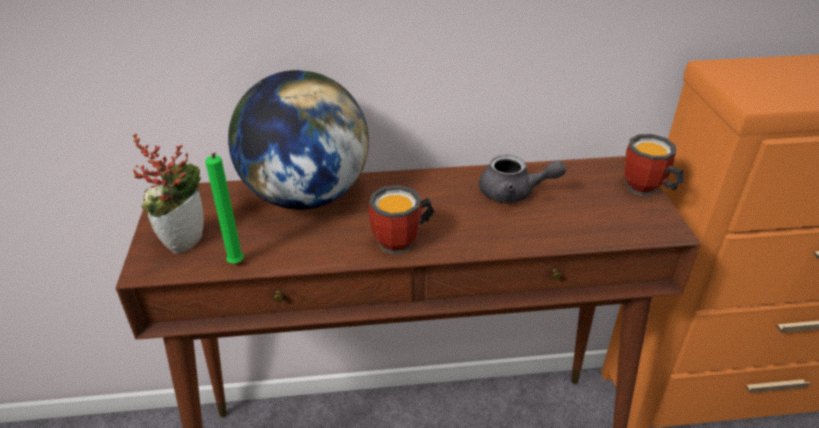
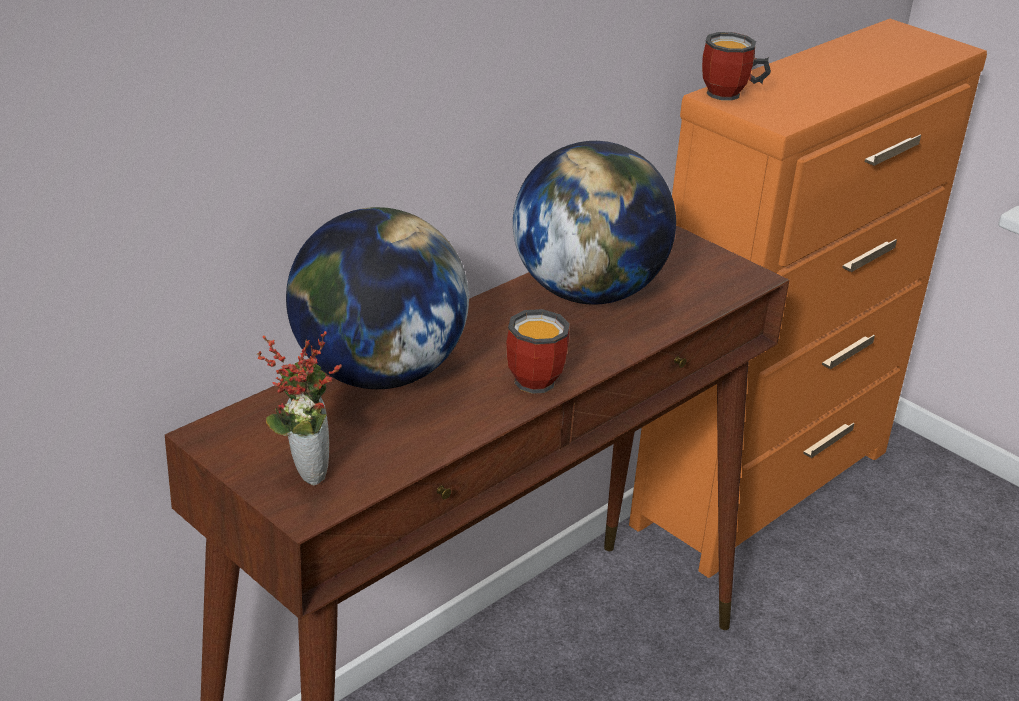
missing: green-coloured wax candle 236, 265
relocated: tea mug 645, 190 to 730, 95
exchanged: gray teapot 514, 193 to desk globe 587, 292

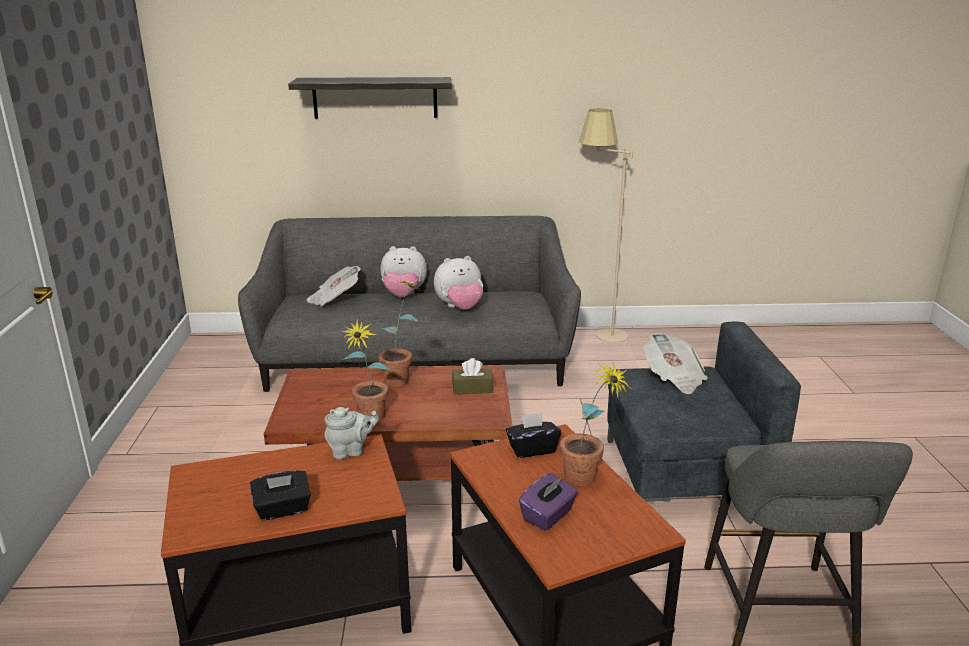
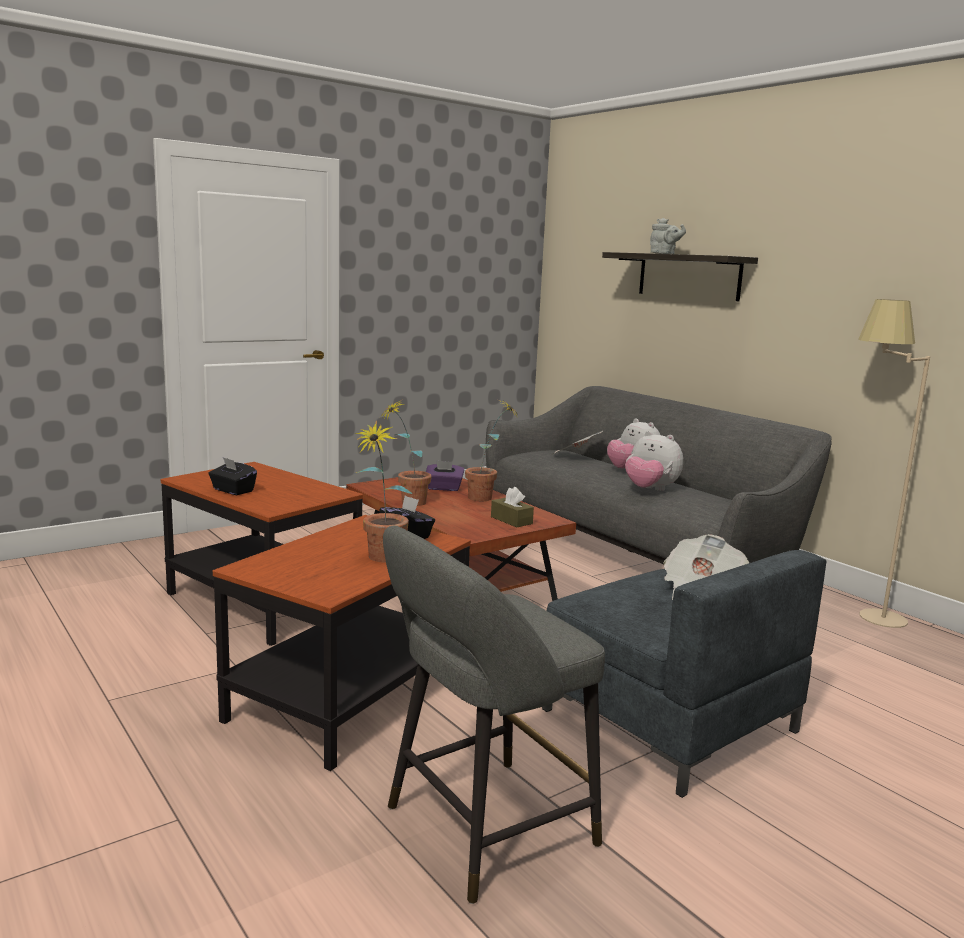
relocated: purplish tissue box 548, 515 to 444, 488; gray teapot 351, 451 to 664, 253

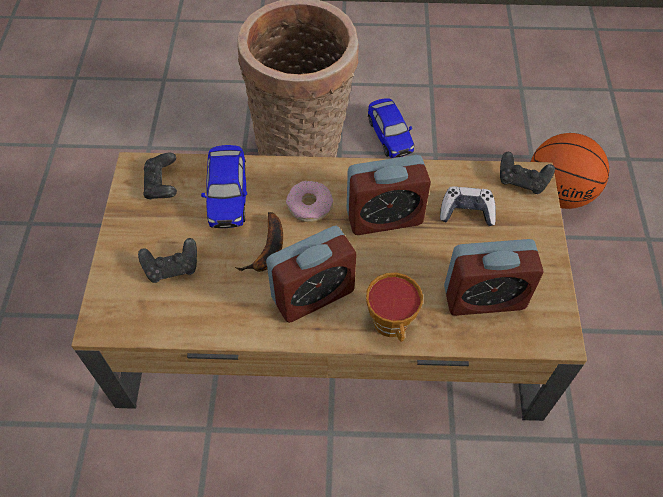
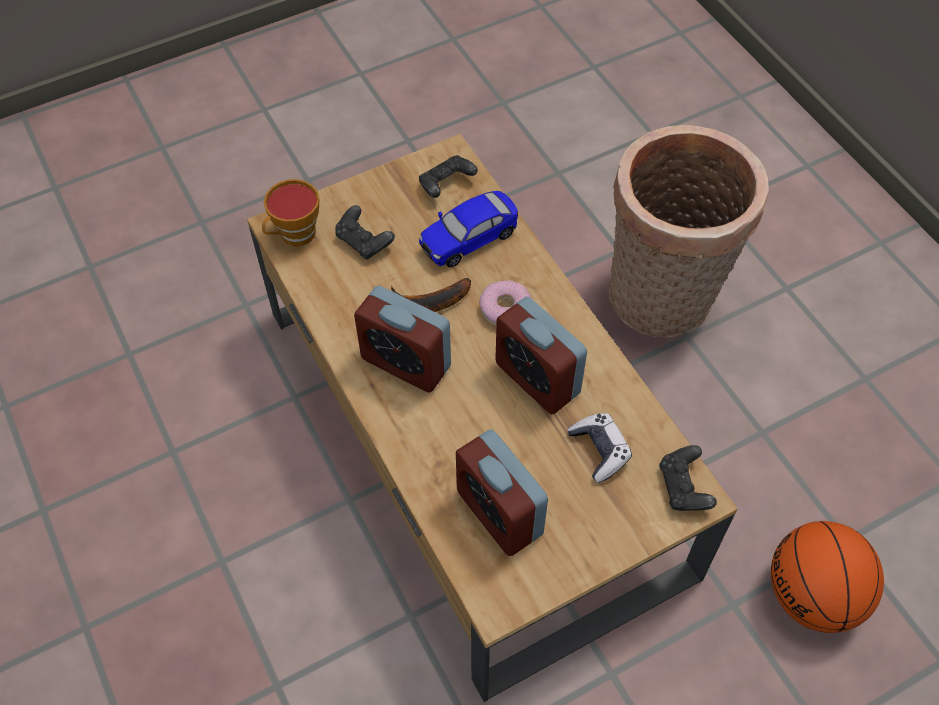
missing: miniature car 390, 136
relocated: cup 392, 325 to 295, 236

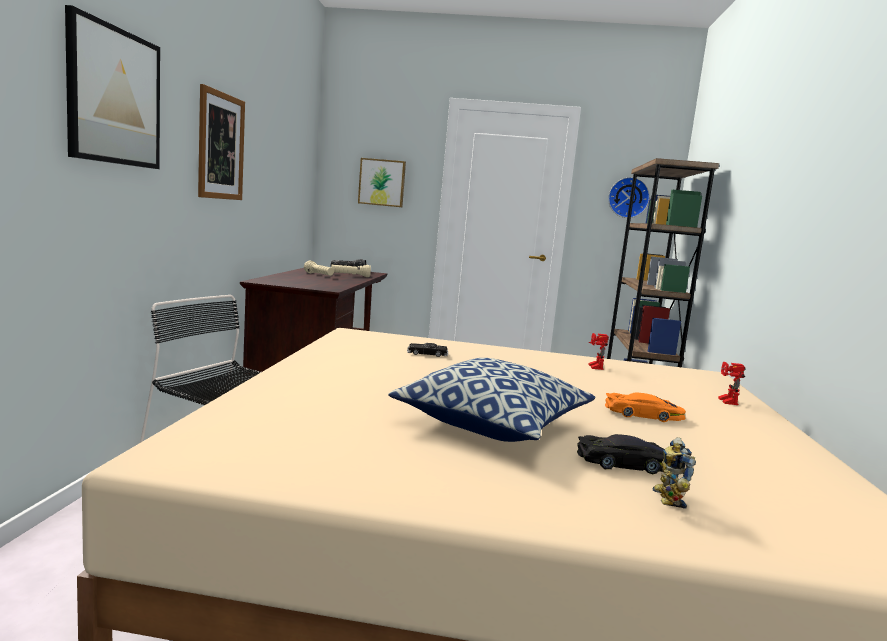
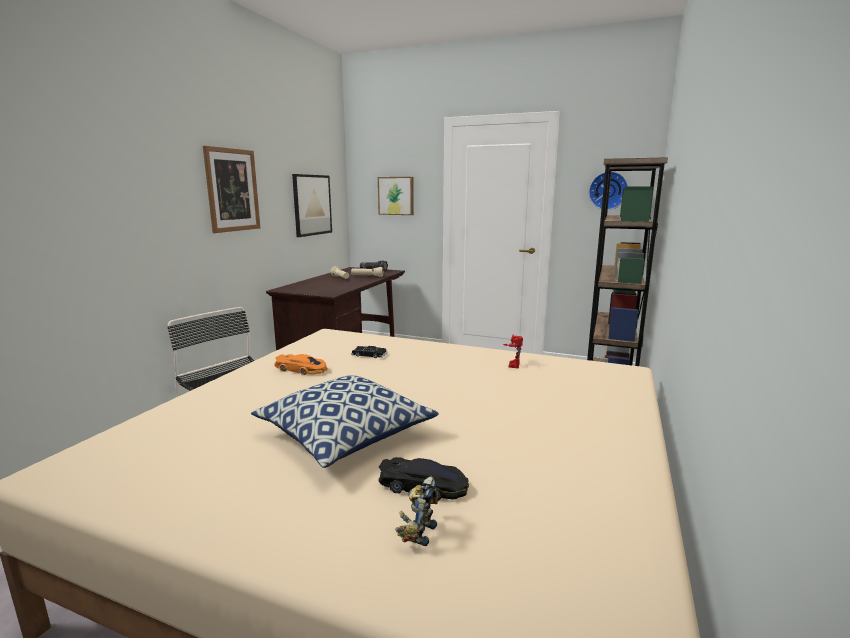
missing: model robot 724, 400
relocated: orange miniature car 643, 414 to 301, 369; wall art 114, 97 to 312, 205

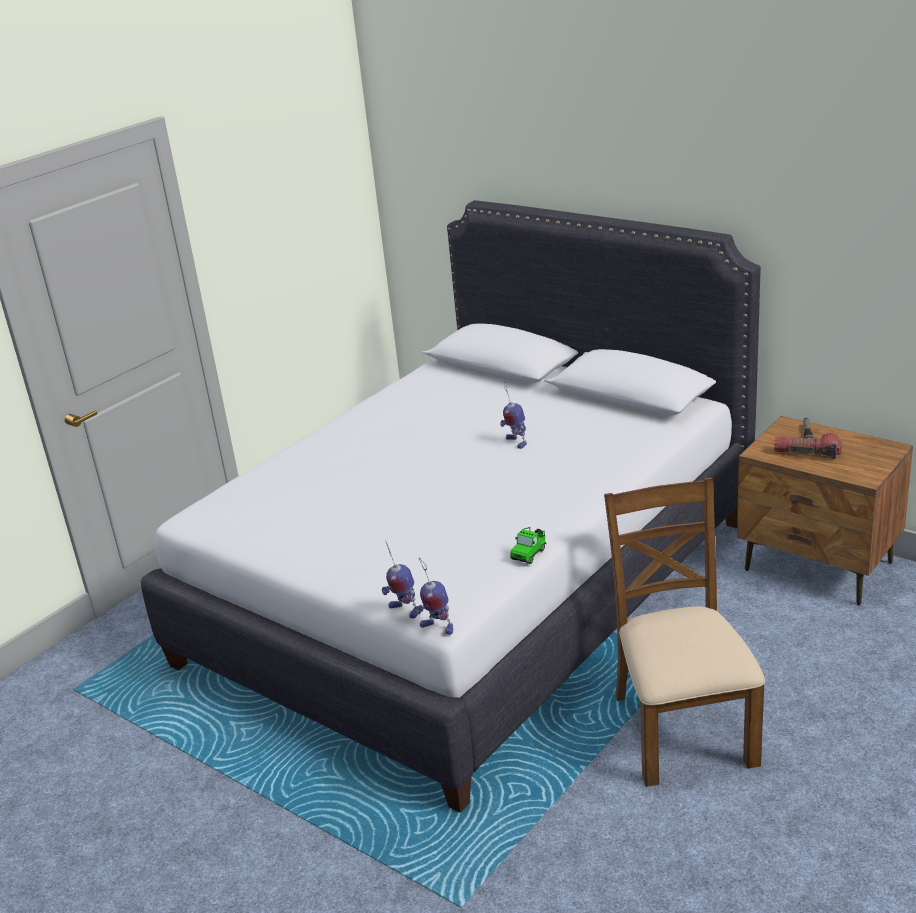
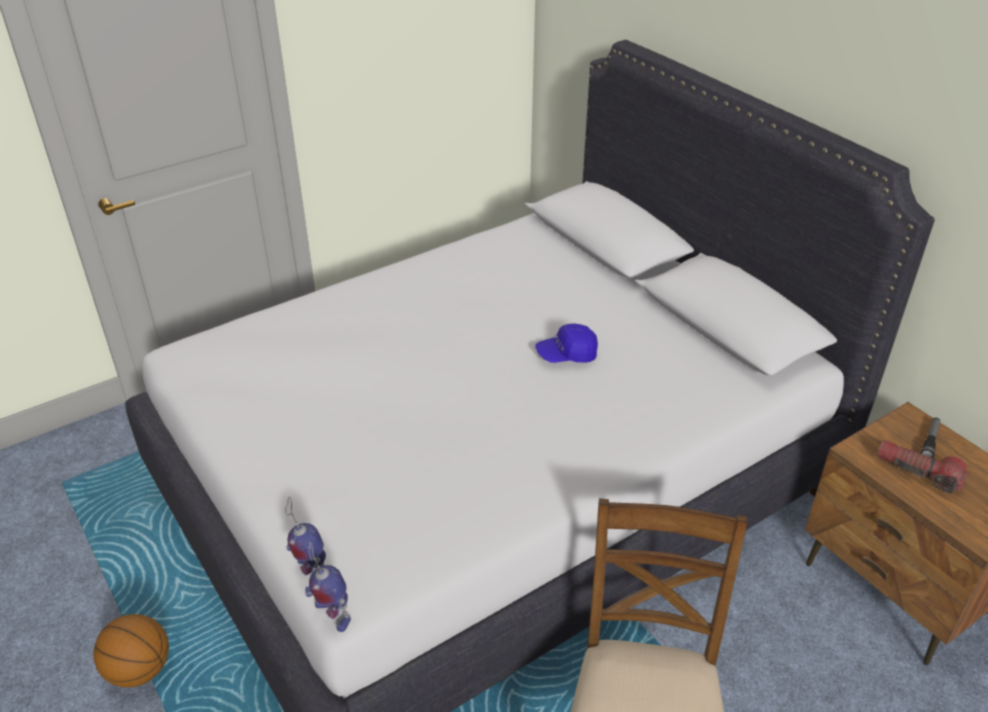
missing: miniature car 529, 553
appeared: basketball ball 139, 670
exchanged: model robot 515, 442 to blue peaked cap 566, 355

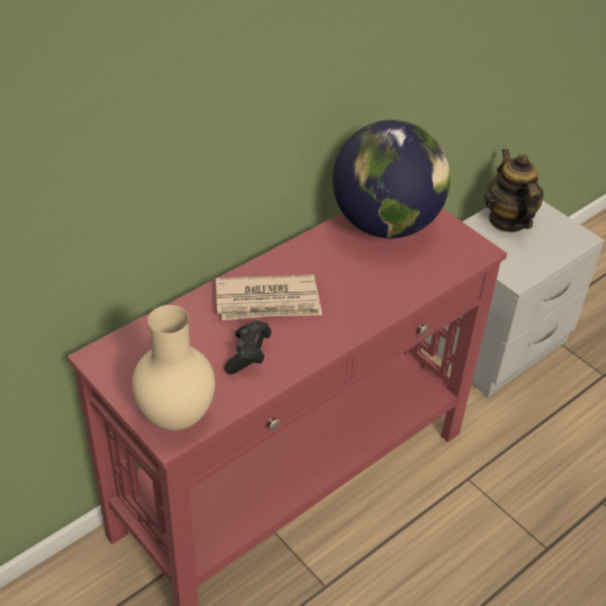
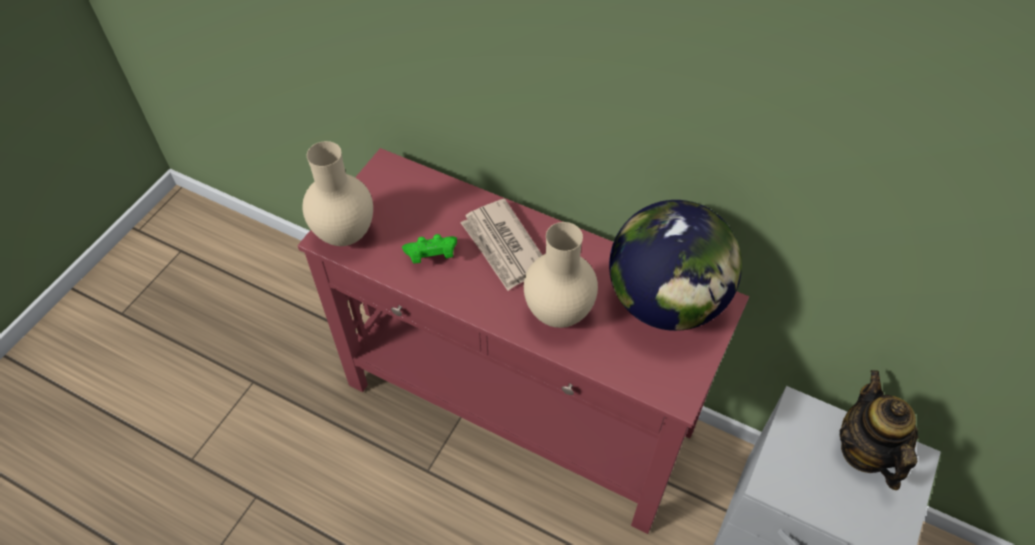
appeared: sand-coloured decorative vase 560, 312
colour: black joypad 248, 356 to green-coloured joypad 431, 256
spun: teapot 508, 220 = 865, 450 60 degrees counterclockwise

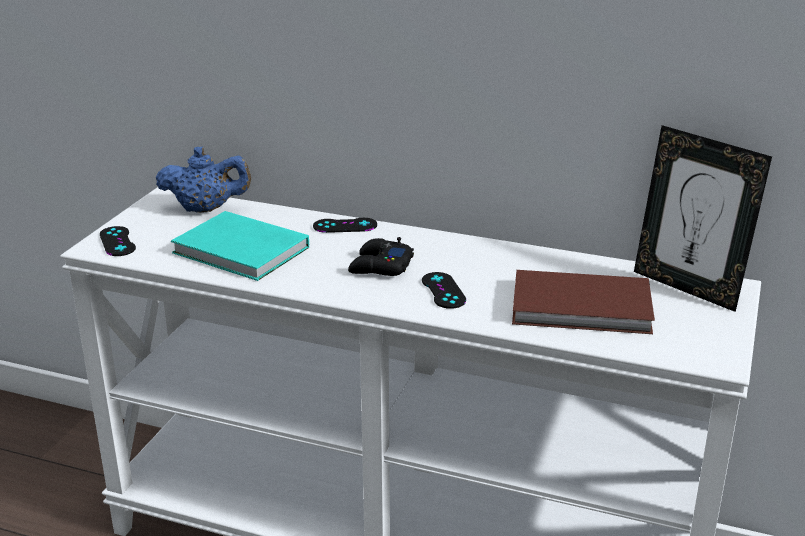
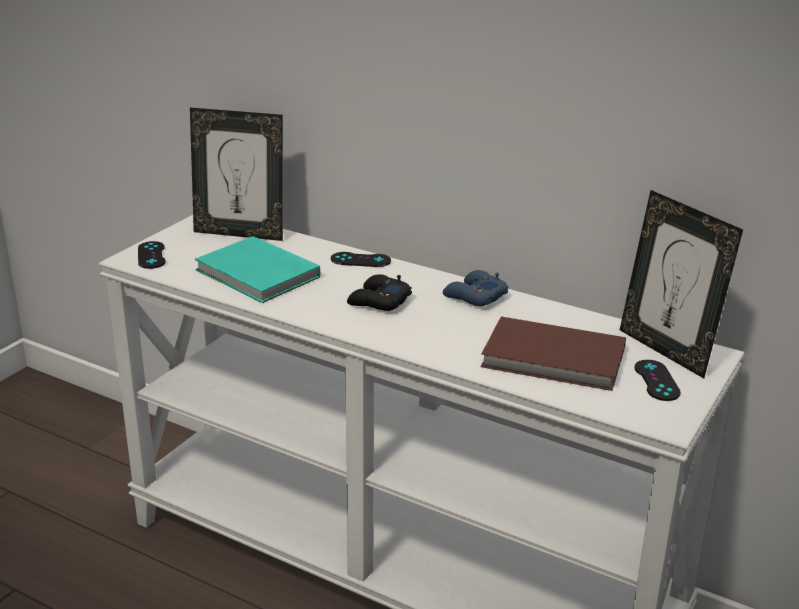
appeared: blue joypad 474, 296
relocated: black joypad 443, 290 to 656, 380
exchanged: blue teapot 206, 209 to photo frame 240, 233

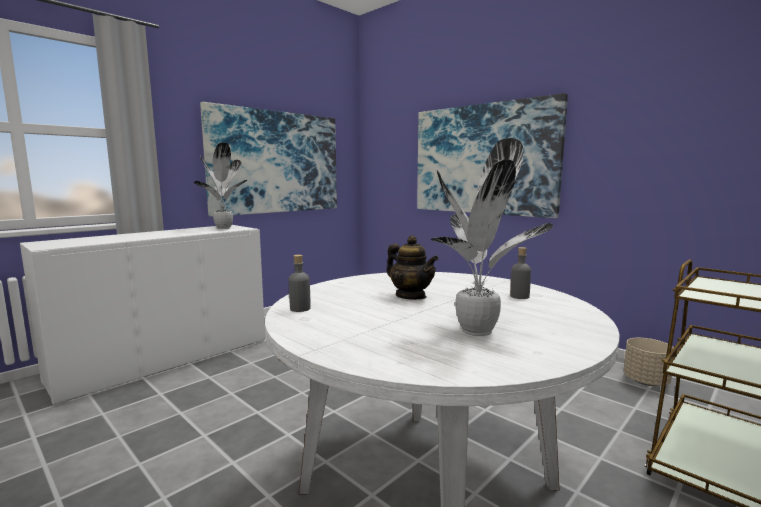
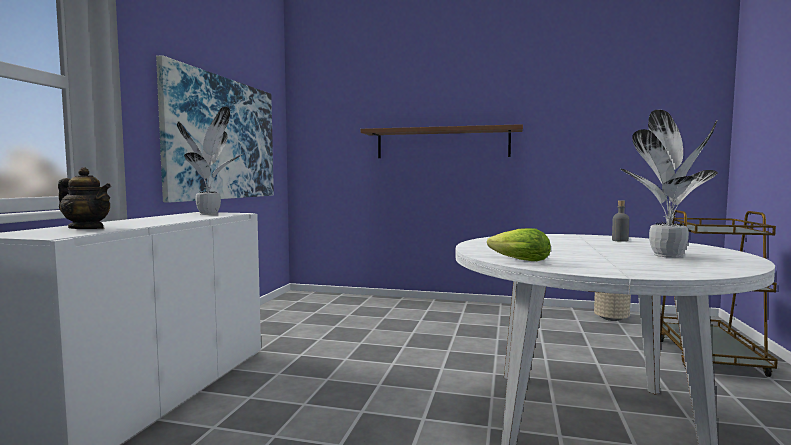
relocated: teapot 411, 296 to 87, 229
exchanged: wall art 483, 159 to brown bracket shelf 442, 143; gray beverage bottle 300, 308 to lettuce 516, 260

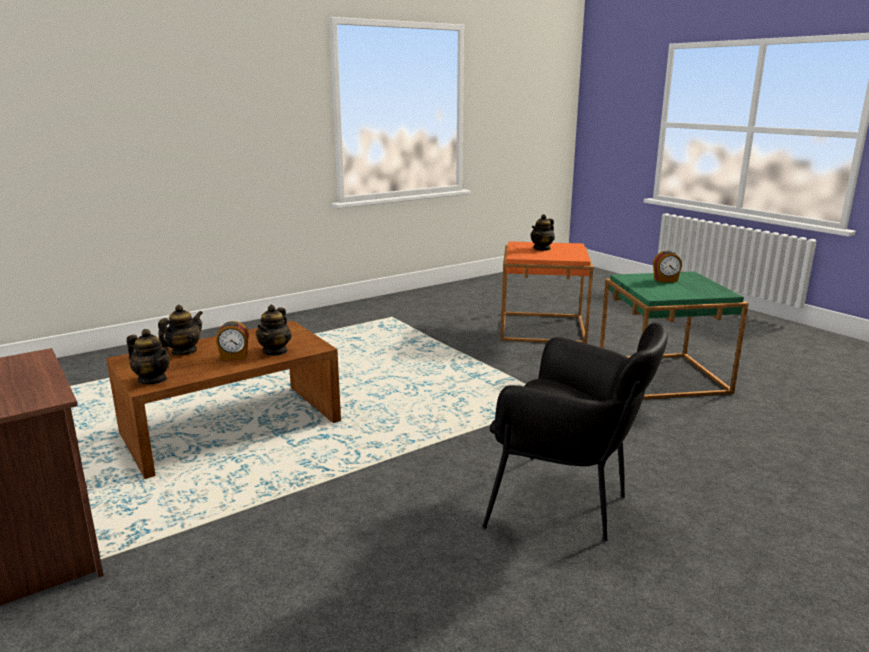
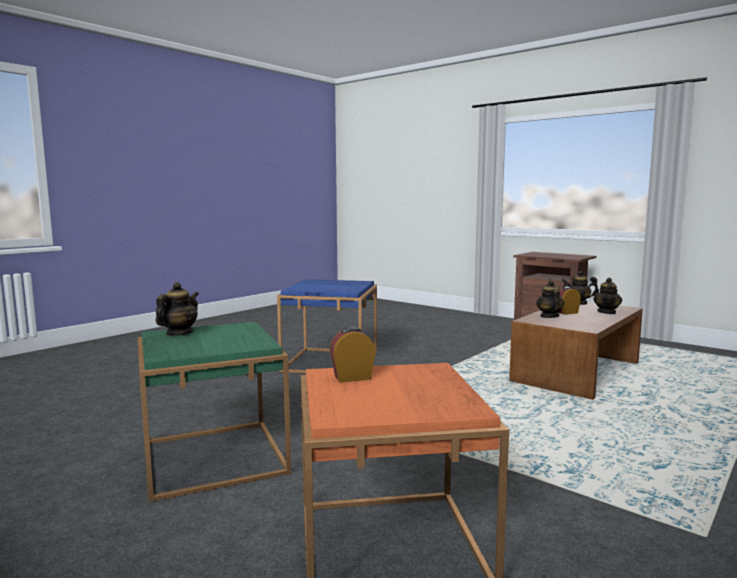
relocated: teapot 542, 248 to 179, 333; bedside clock 665, 280 to 352, 377
exchanged: black easy chair 566, 505 to blue end table 330, 362

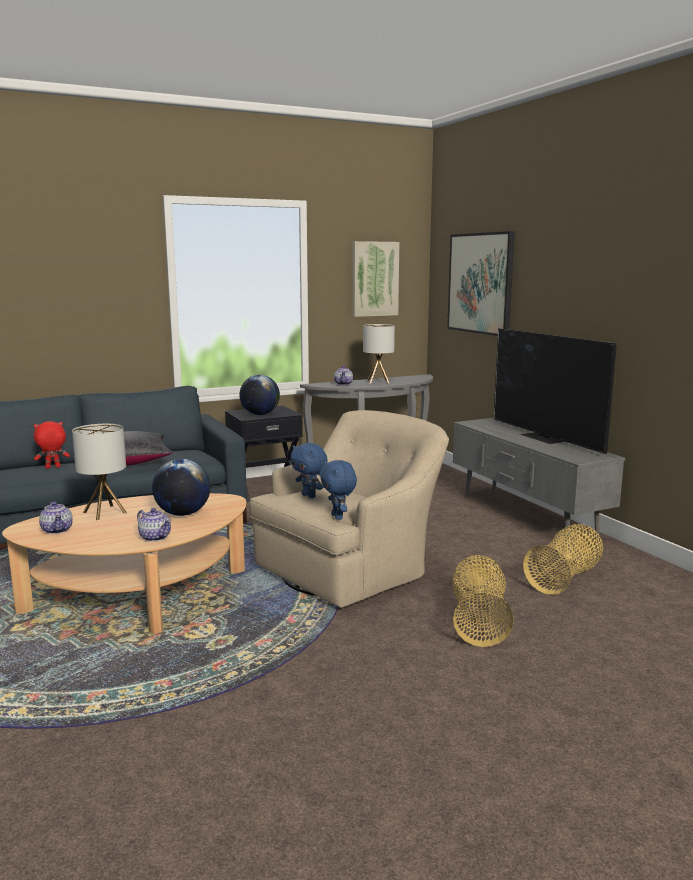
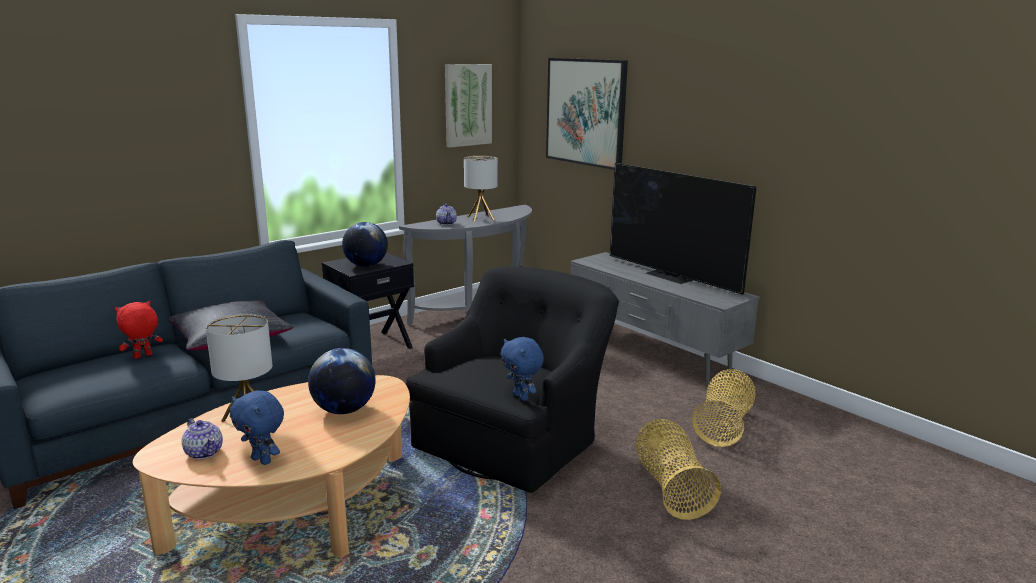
missing: teapot 155, 537
relocated: blue cuddly toy 309, 496 to 262, 460
colour: sand-coloured easy chair 351, 568 to black easy chair 514, 439

